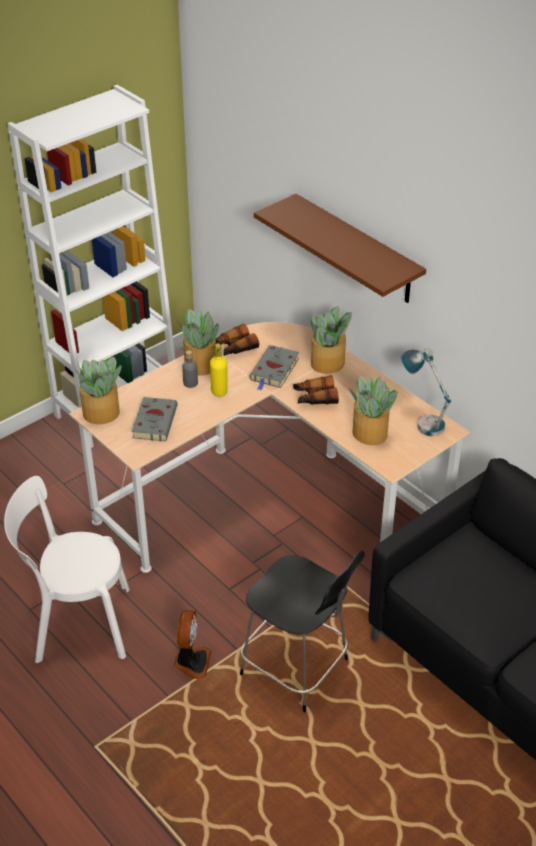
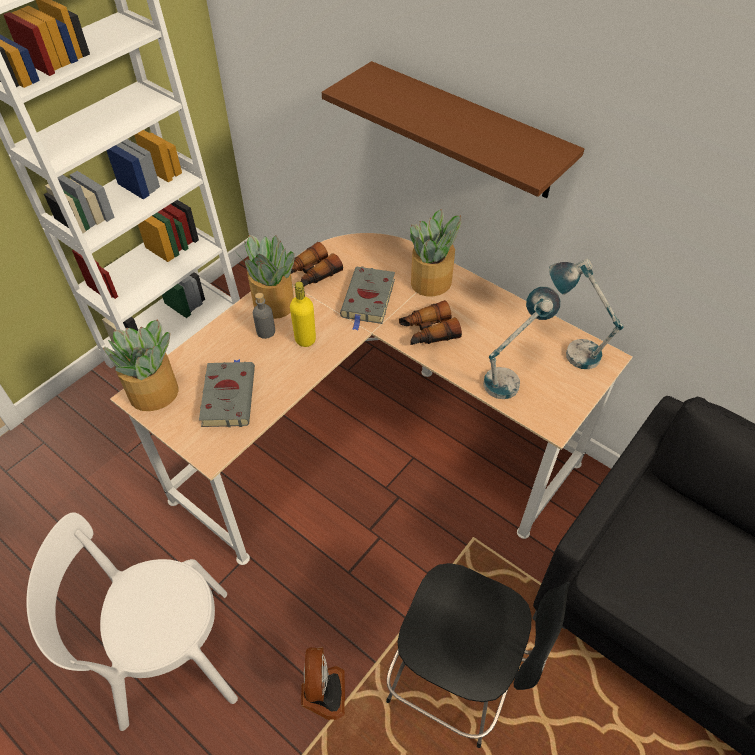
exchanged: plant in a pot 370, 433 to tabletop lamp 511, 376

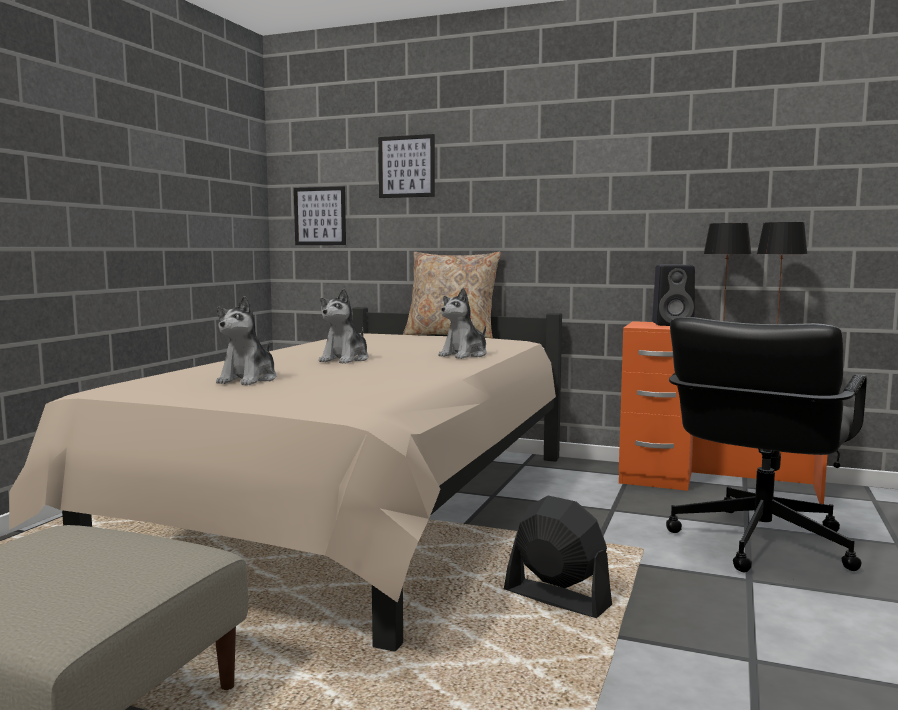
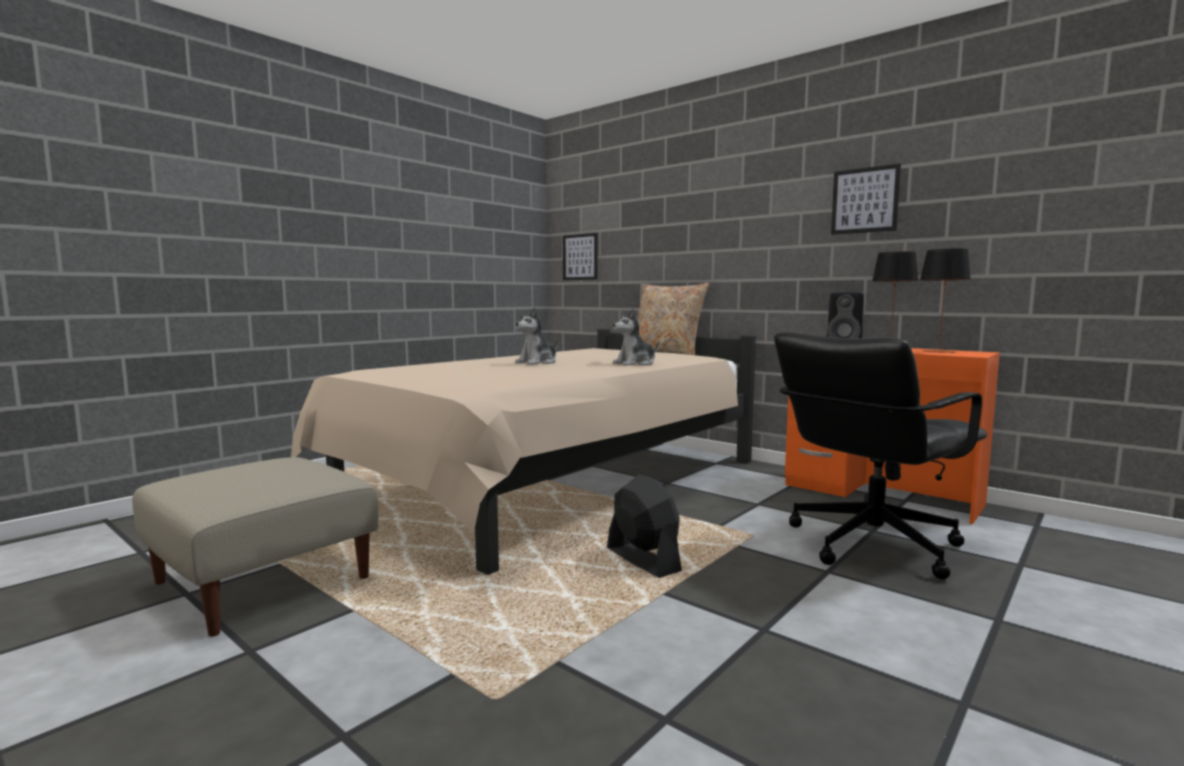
missing: cuddly toy 249, 380
relocated: wall art 406, 166 to 865, 200

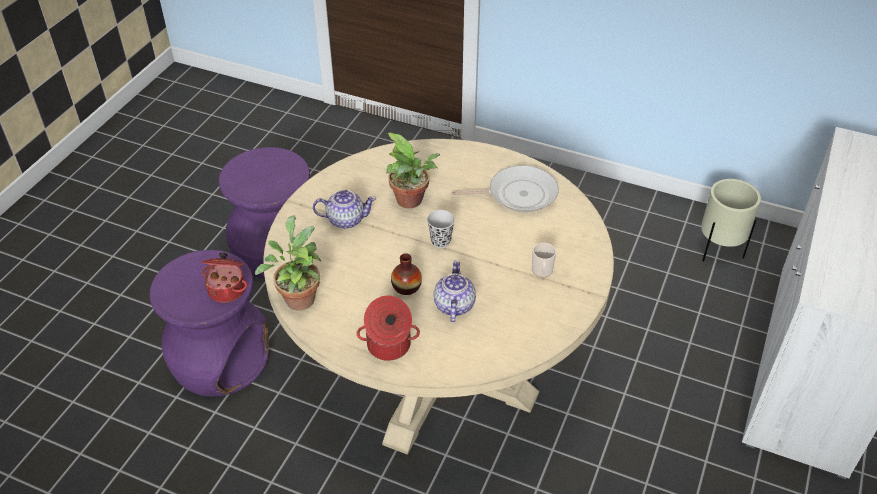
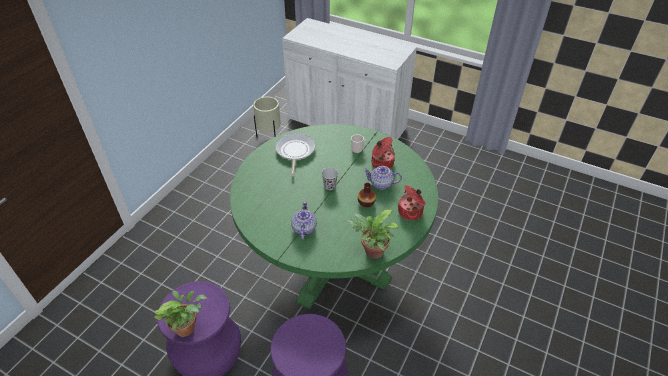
relocated: plant in a pot 412, 202 to 187, 327; cooking pot 227, 289 to 381, 163
colour: sand-coloured dinner table 438, 369 to green-coloured dinner table 333, 260

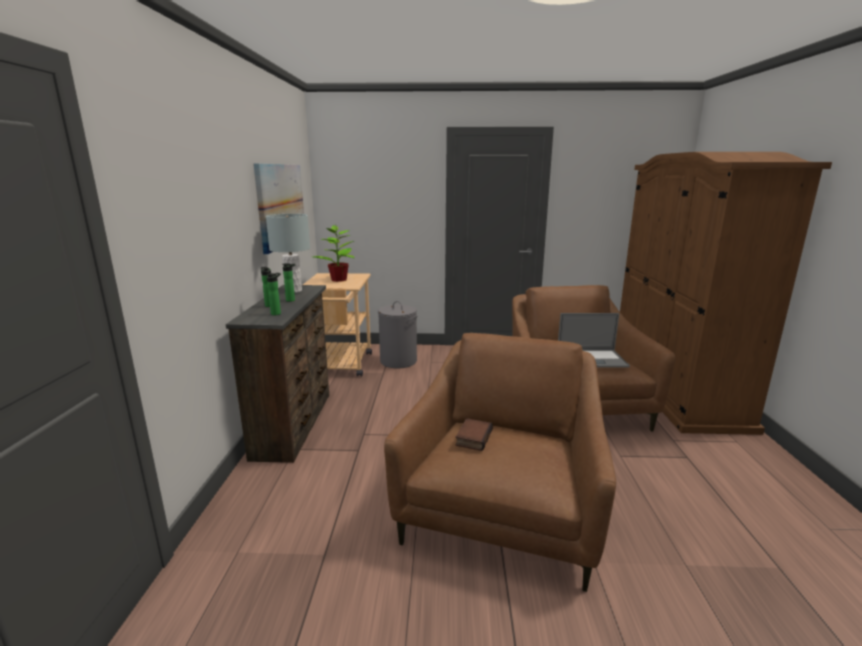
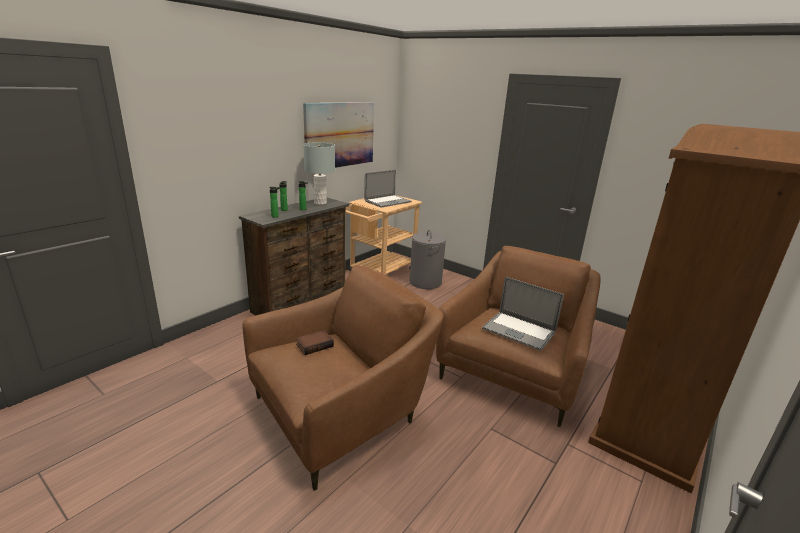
exchanged: plant in a pot 339, 280 to notebook computer 387, 201

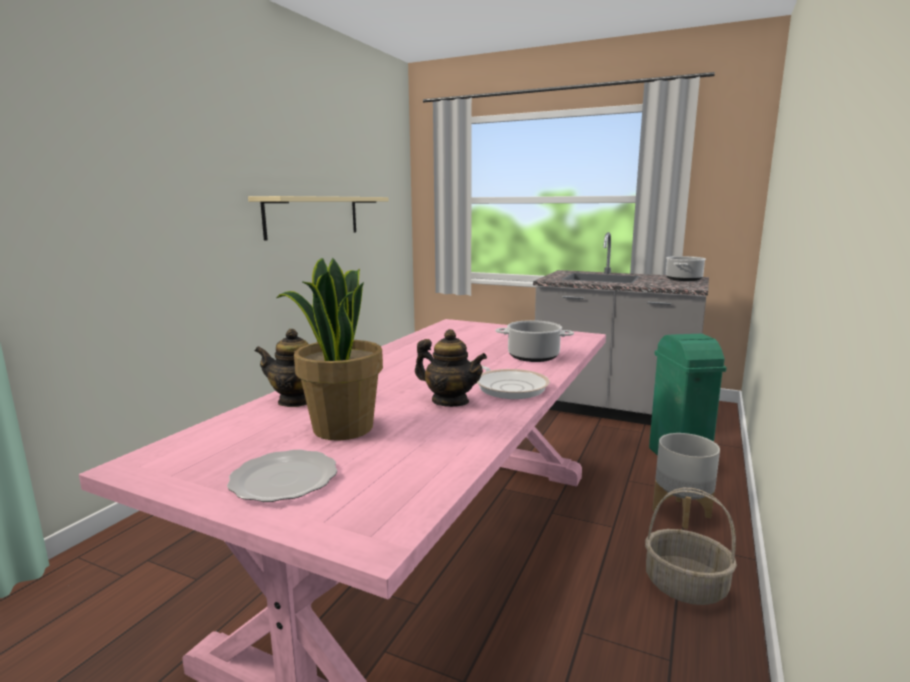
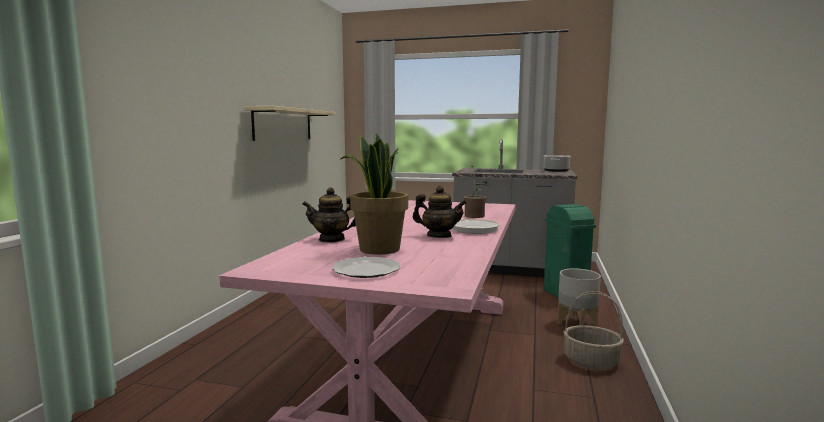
exchanged: cooking pot 532, 356 to plant in a pot 475, 215

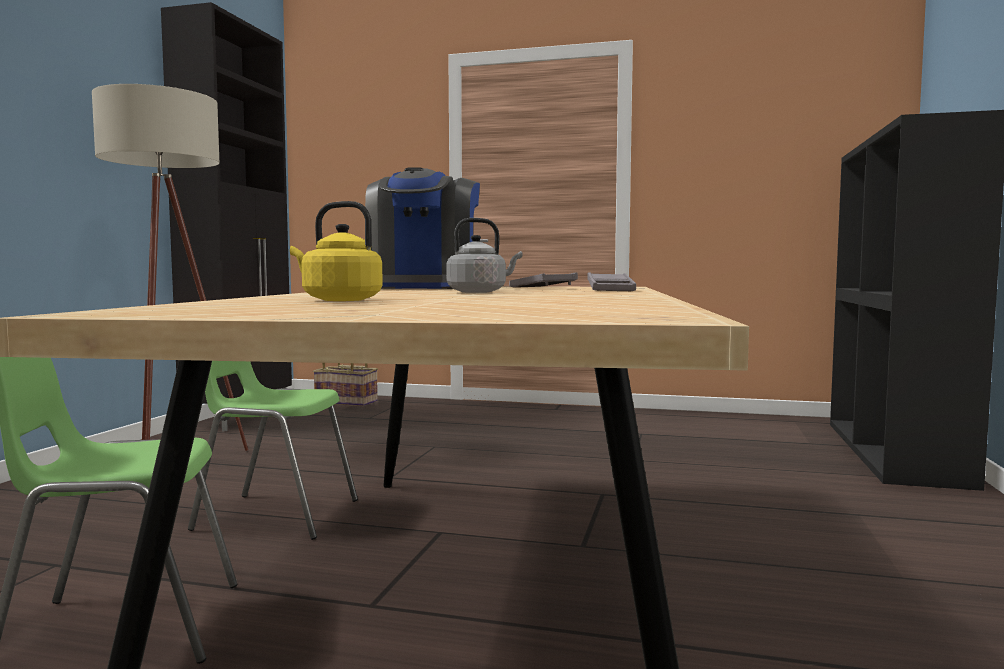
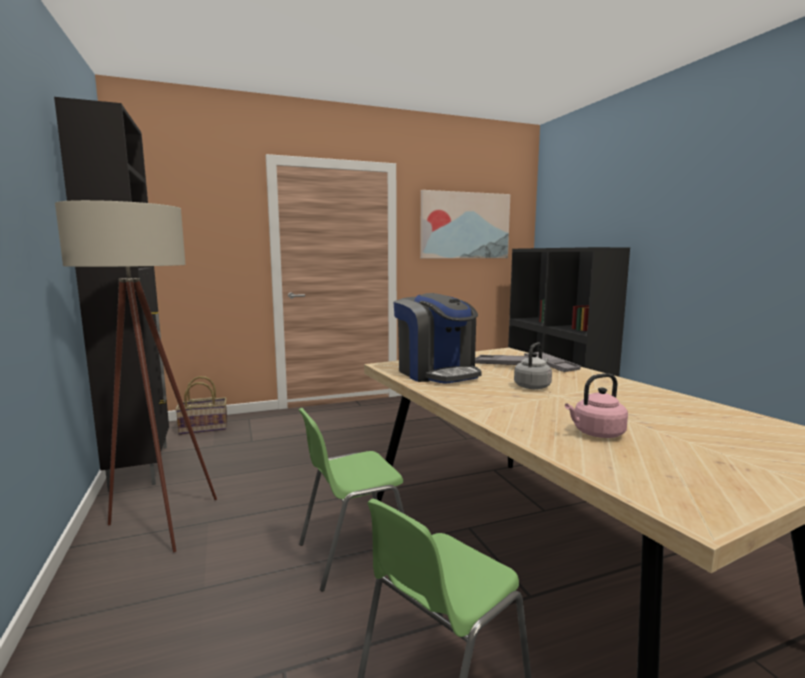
appeared: wall art 464, 225
colour: yellowish water kettle 338, 300 to pink-coloured water kettle 596, 433

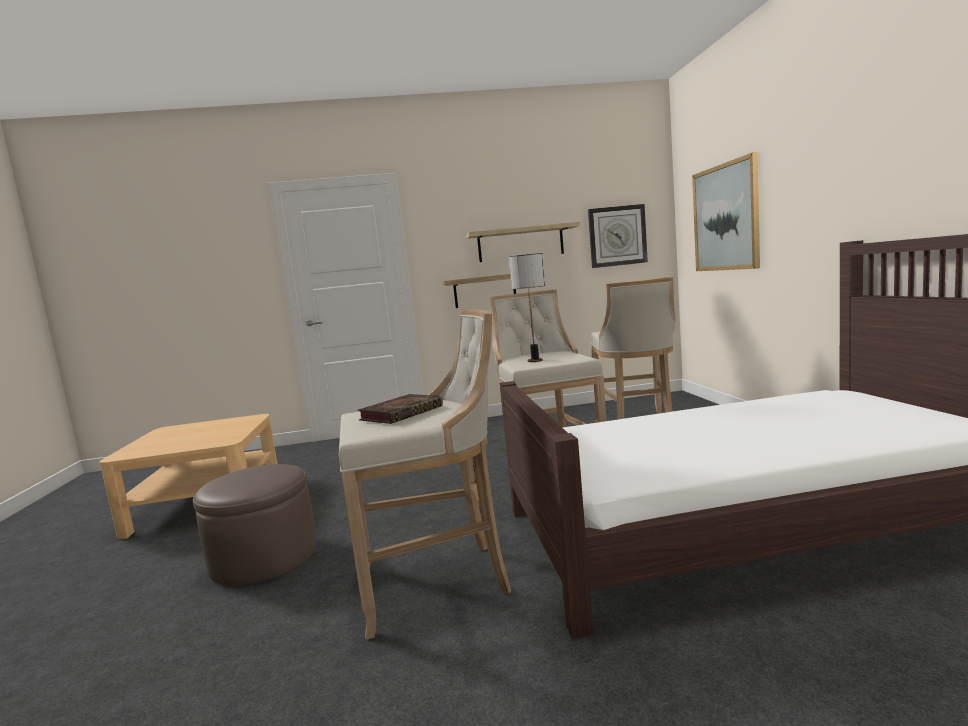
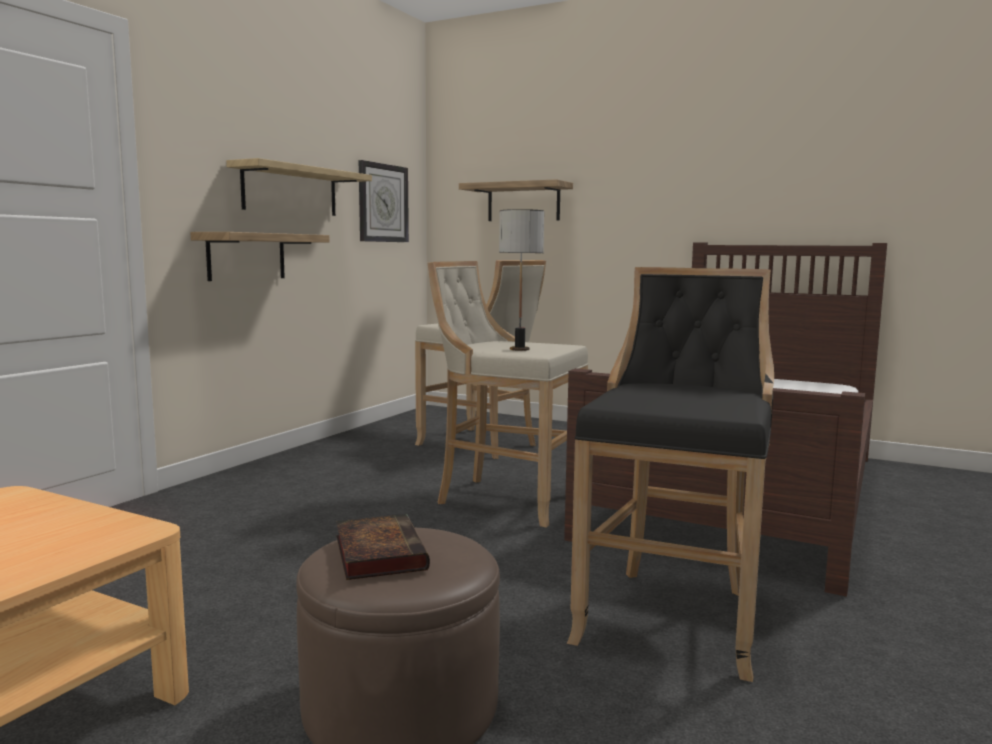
relocated: volume 402, 413 to 378, 552
exchanged: wall art 725, 217 to bracket shelf 523, 202
colour: sand-coloured stool 438, 582 to black stool 672, 616

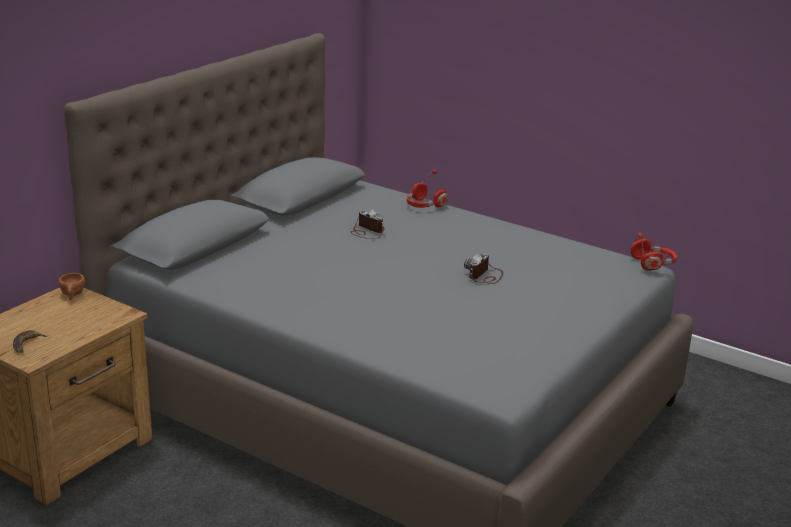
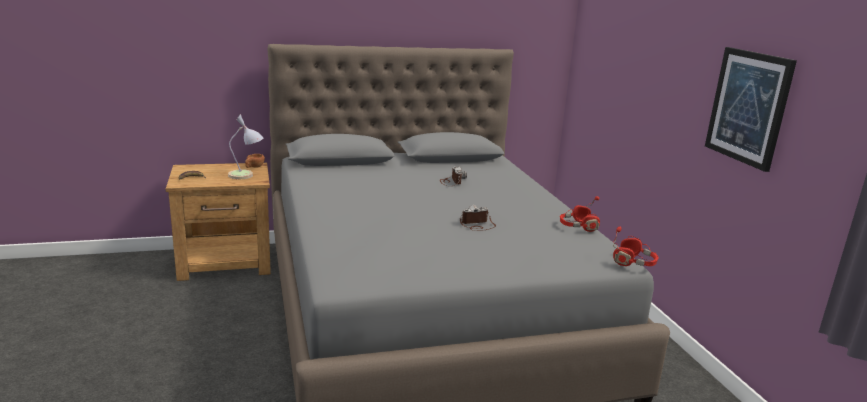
appeared: tabletop lamp 246, 175; wall art 748, 107
relocated: reddish headphones 424, 205 to 577, 227

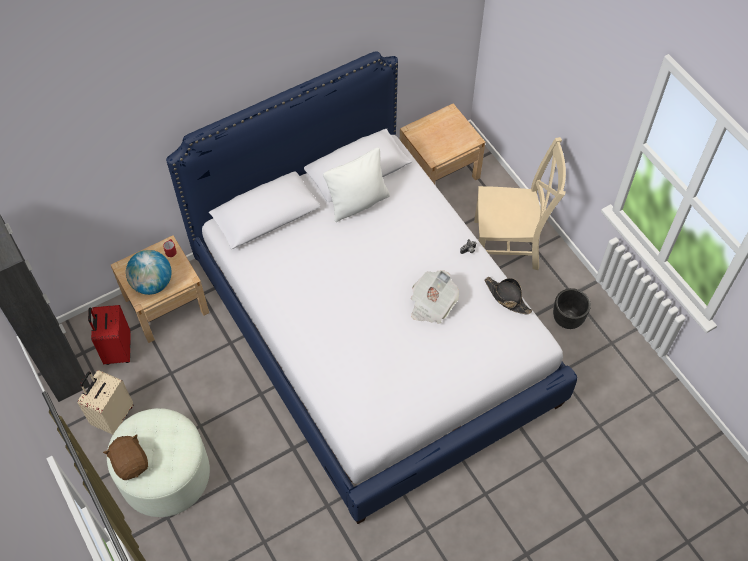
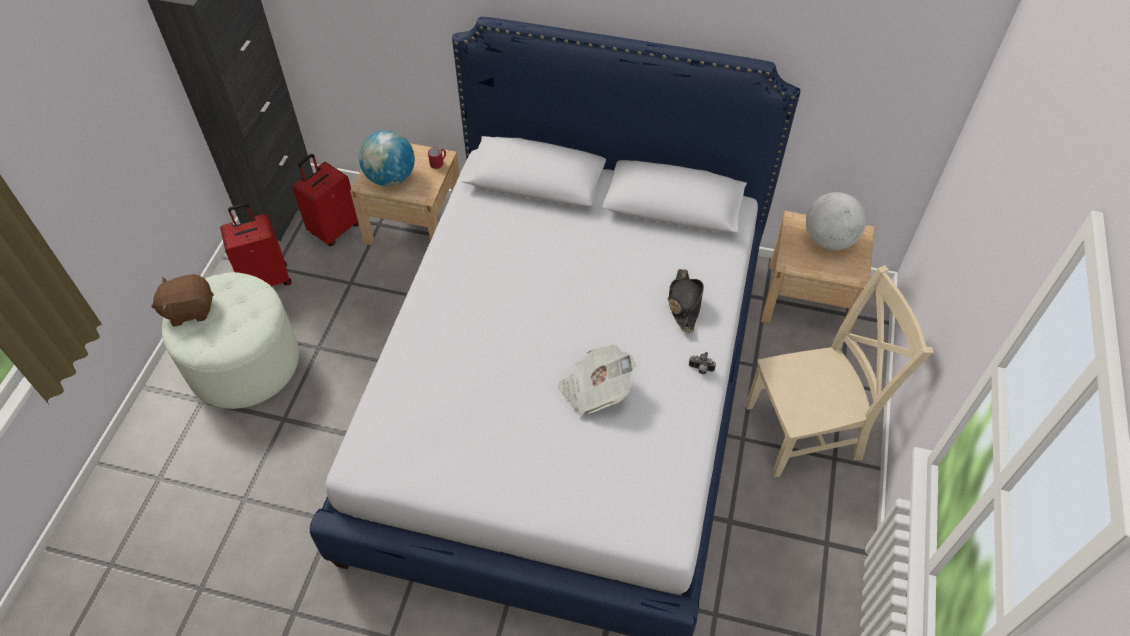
missing: white throw pillow 358, 203; black plant pot 568, 318
appeared: desk globe 828, 240
relocated: black wearable hat 507, 297 to 684, 303
colour: sand-coloured piece of luggage 112, 416 to reddish piece of luggage 266, 279
spun: brown cuddly toy 131, 463 = 189, 310 120 degrees counterclockwise; sand-coloured upright chair 509, 244 = 808, 431 60 degrees counterclockwise

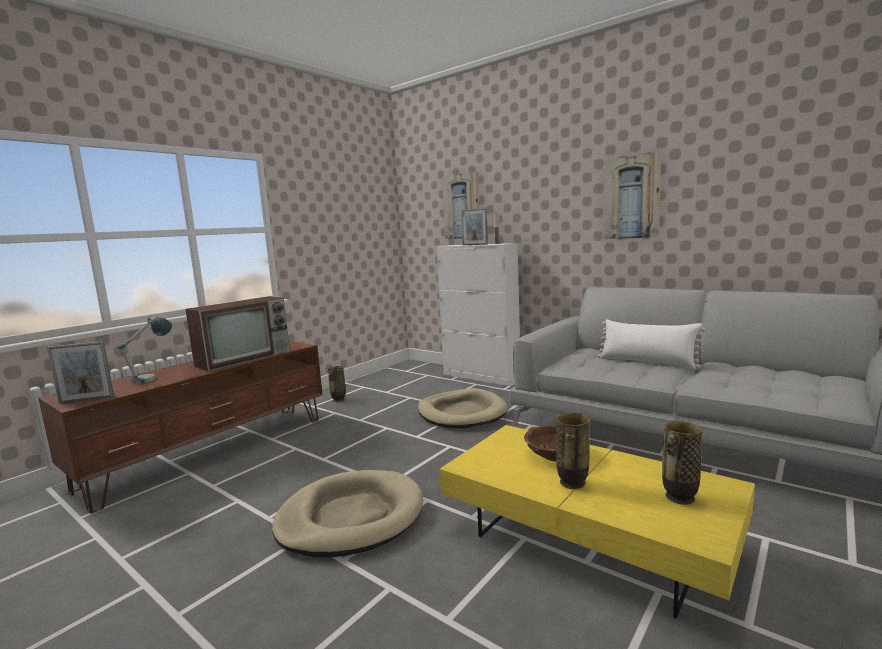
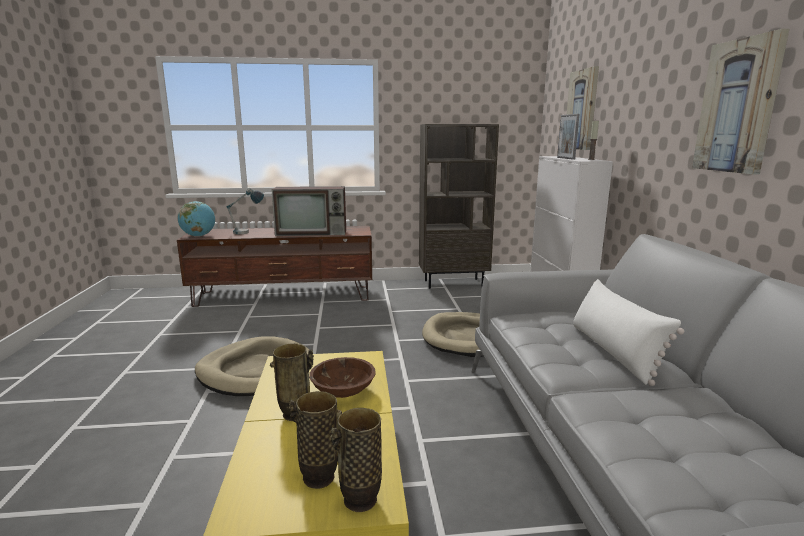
appeared: brown bookcase 453, 283
relocated: decorative vase 338, 400 to 360, 500
exchanged: photo frame 86, 399 to desk globe 199, 236

